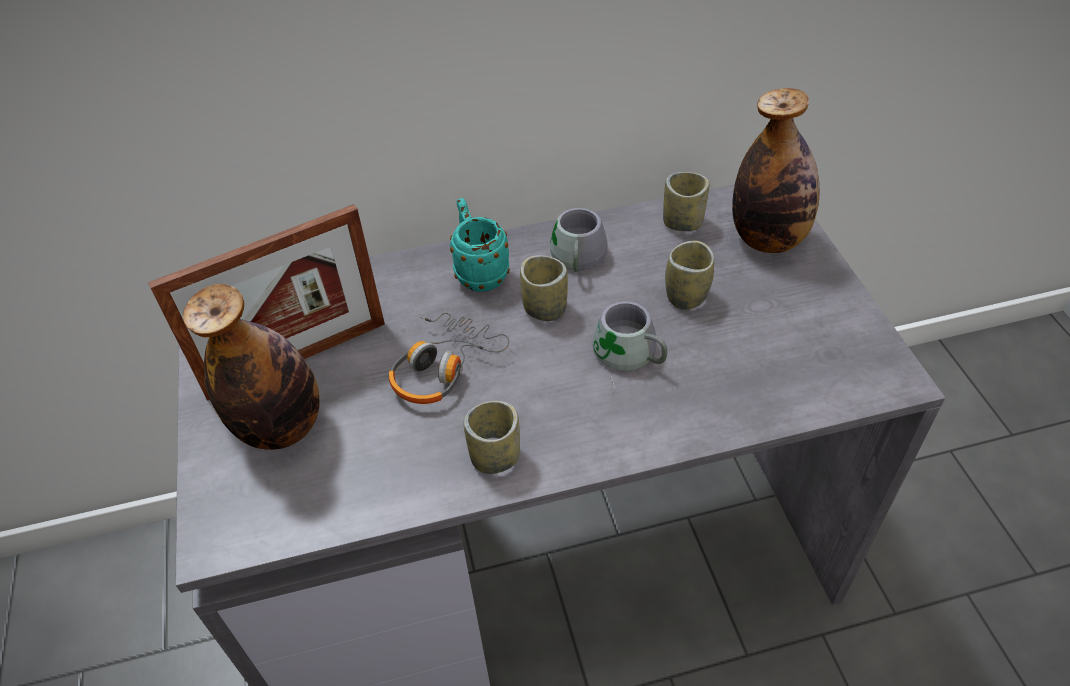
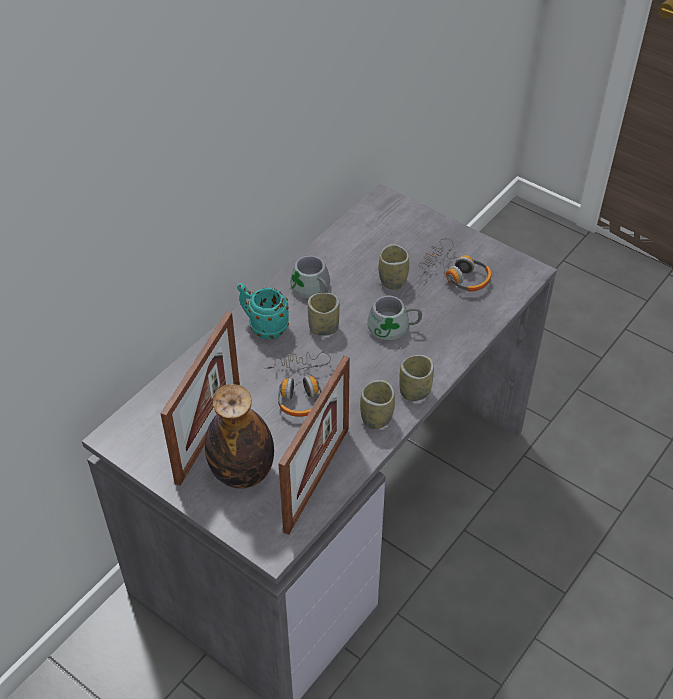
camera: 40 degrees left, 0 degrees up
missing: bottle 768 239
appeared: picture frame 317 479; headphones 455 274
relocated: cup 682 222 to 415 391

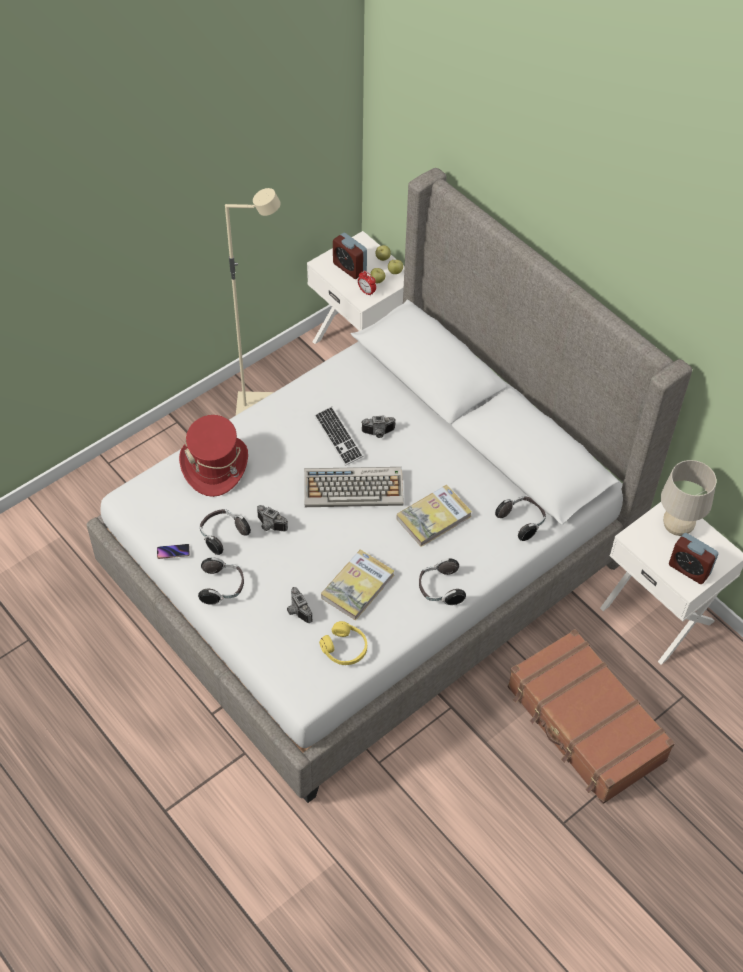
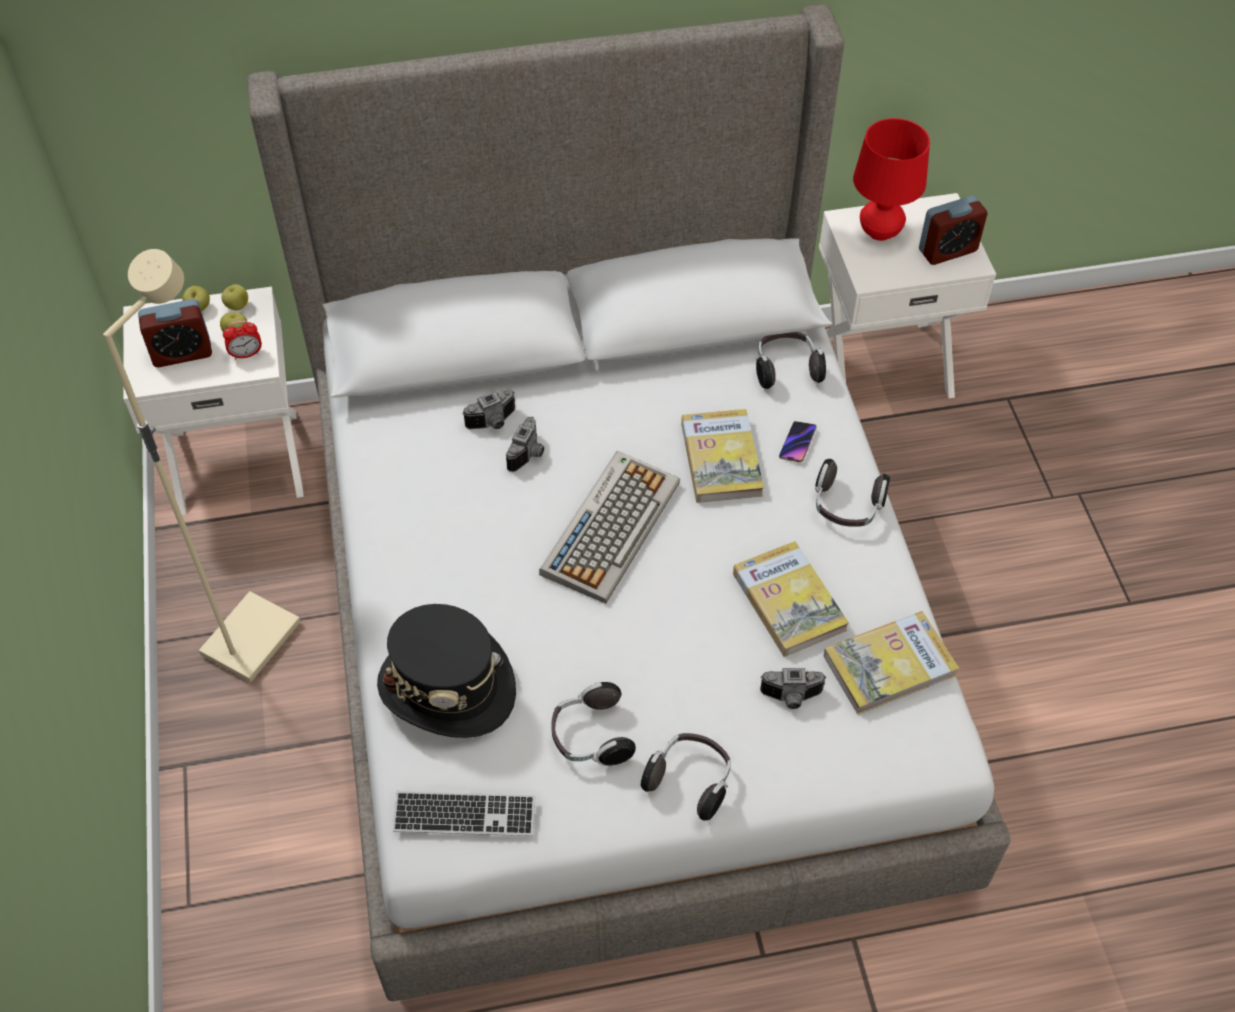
camera: 60 degrees left, 0 degrees up
missing: brown suitcase 585 725
relocated: phone 173 552 to 797 443; photo camera 269 526 to 493 423; keyboard 338 437 to 465 815
exchanged: yellow headphones 345 648 to book 889 665
colour: red hat 215 465 to black hat 447 687; beige table lamp 676 528 to red table lamp 879 232

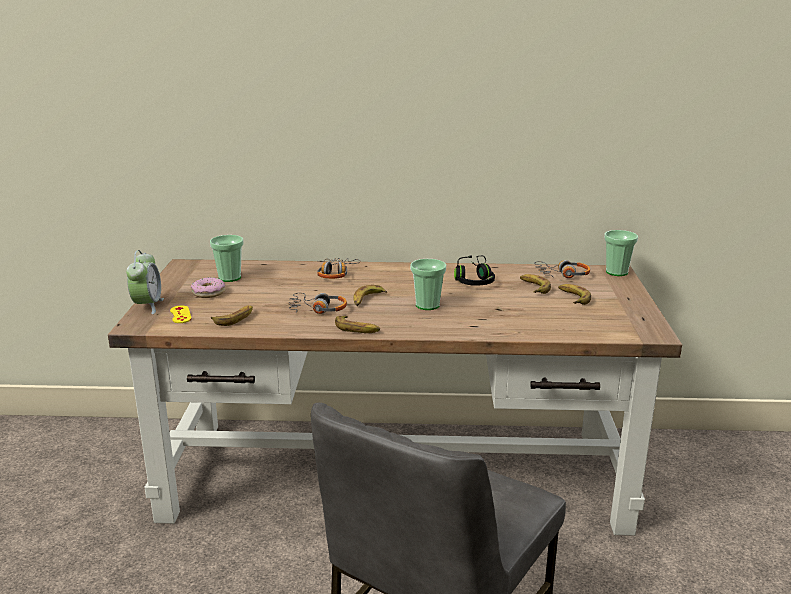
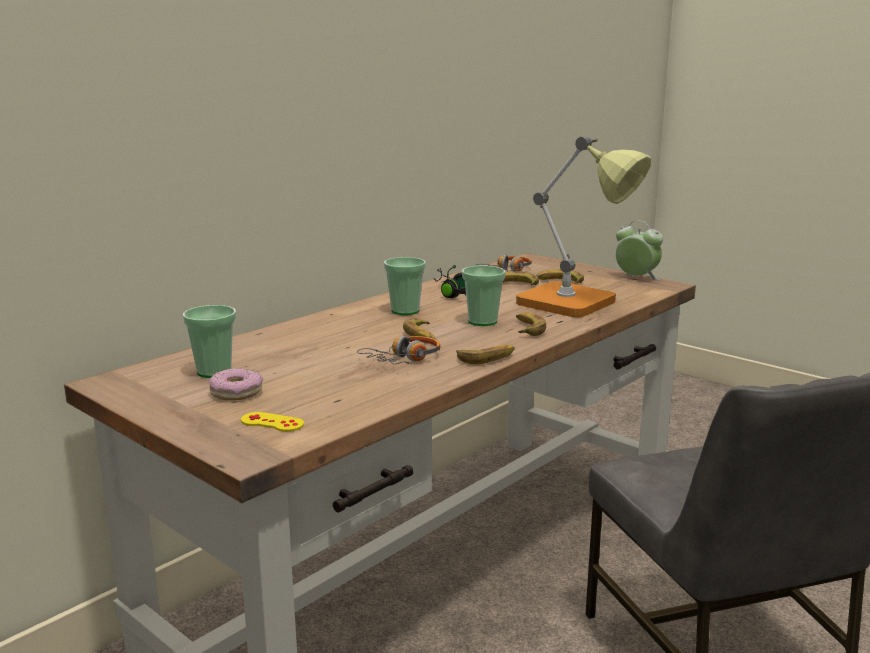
camera: 50 degrees left, 5 degrees down
missing: headphones 335 274
appeared: table lamp 577 304
relocated: alarm clock 147 306 to 636 278; banana 234 318 to 527 328; cup 616 272 to 405 311

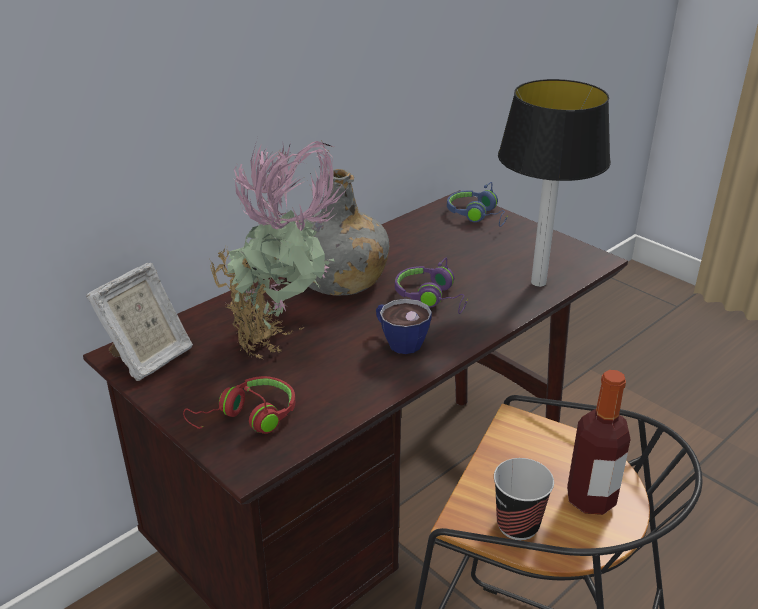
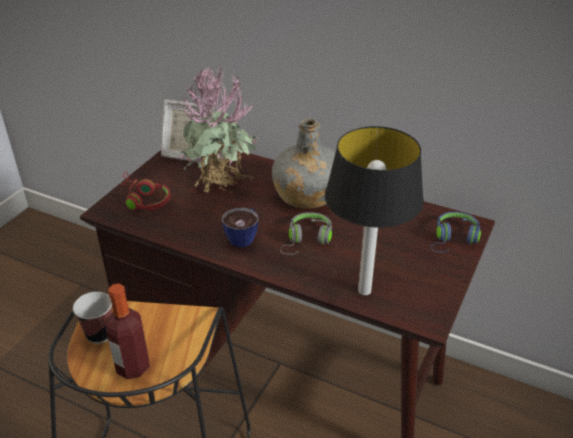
camera: 70 degrees right, 5 degrees up
colour: purple headphones 432 298 to grey headphones 307 240

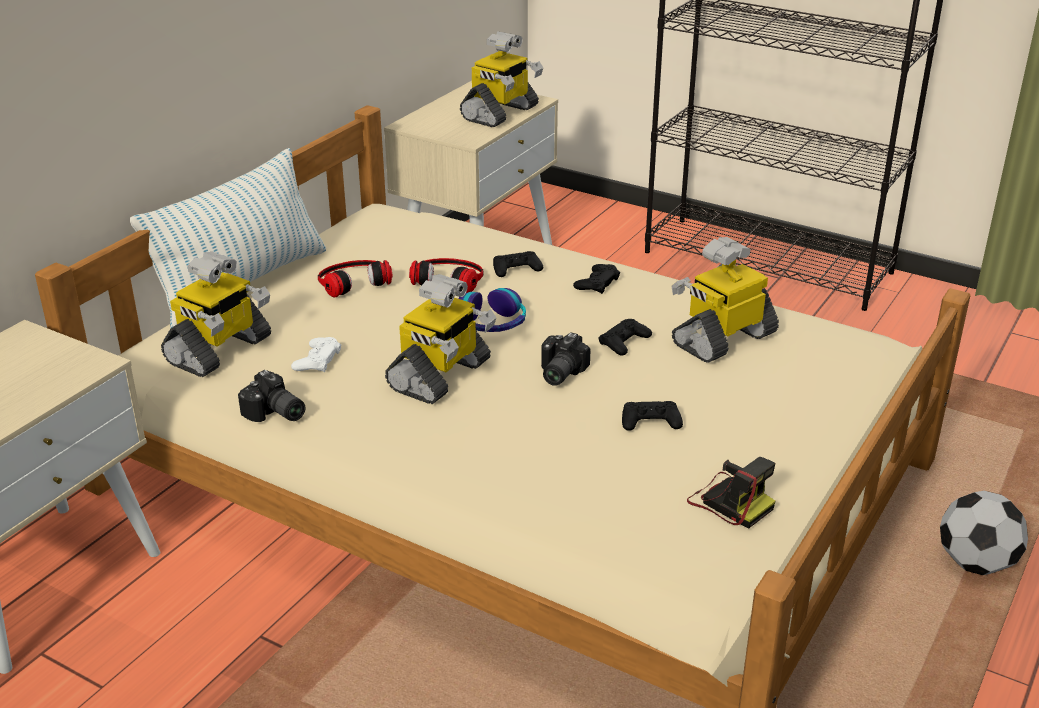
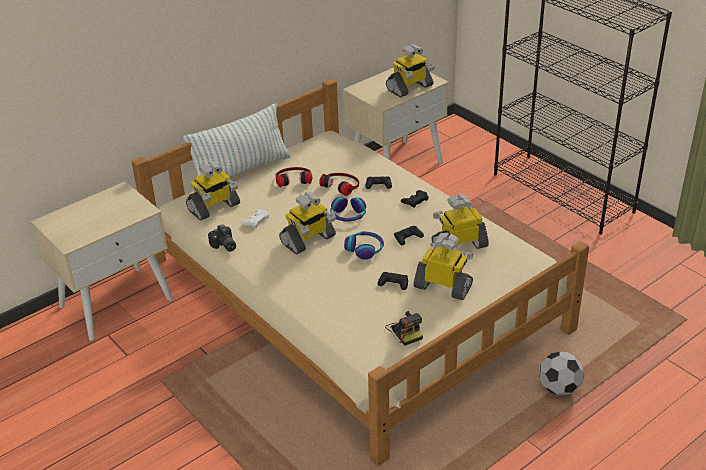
camera: 20 degrees right, 5 degrees up
appeared: toy robot 444 286
exchanged: photo camera 558 373 to headphones 365 249

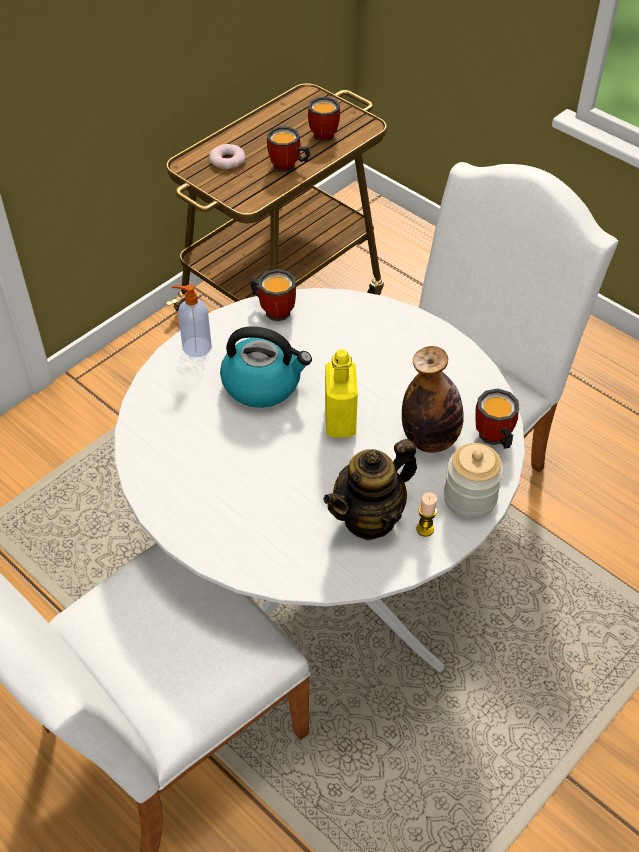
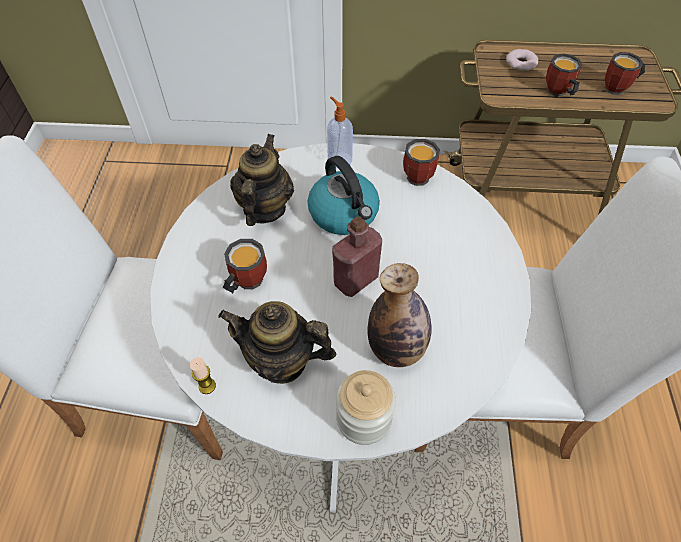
camera: 50 degrees right, 5 degrees up
appeared: teapot 264 209
relocated: candle 425 529 to 207 386; mug 492 439 to 245 282
colour: yellow bottle 340 421 to red bottle 355 280

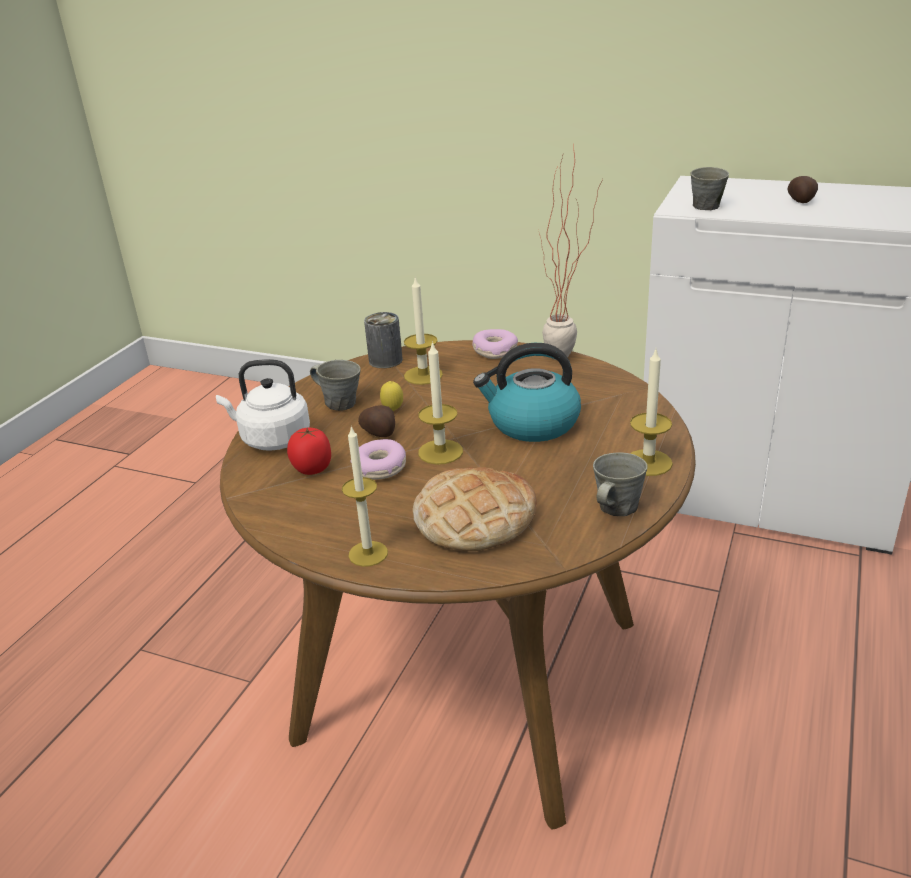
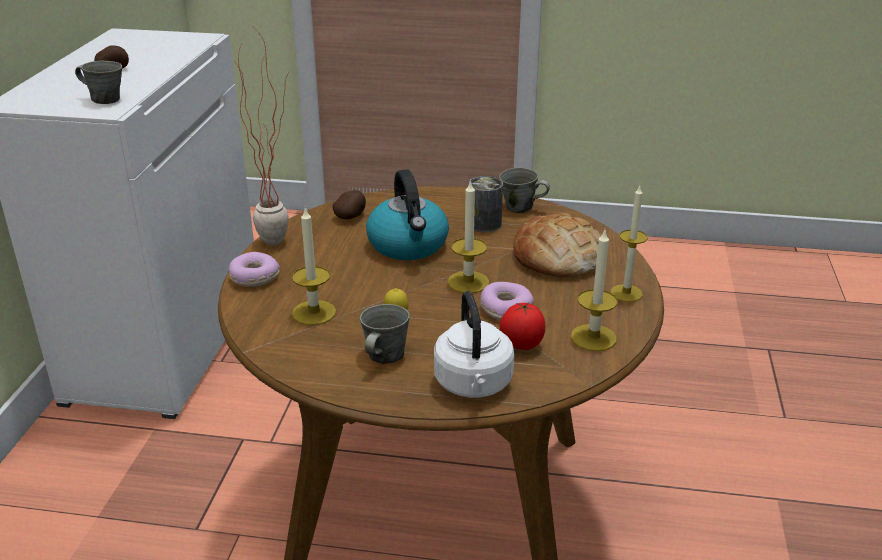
camera: 105 degrees left, 0 degrees up
relocated: potato 380 433 to 351 217; can 385 360 to 484 224; candle 648 462 to 593 337

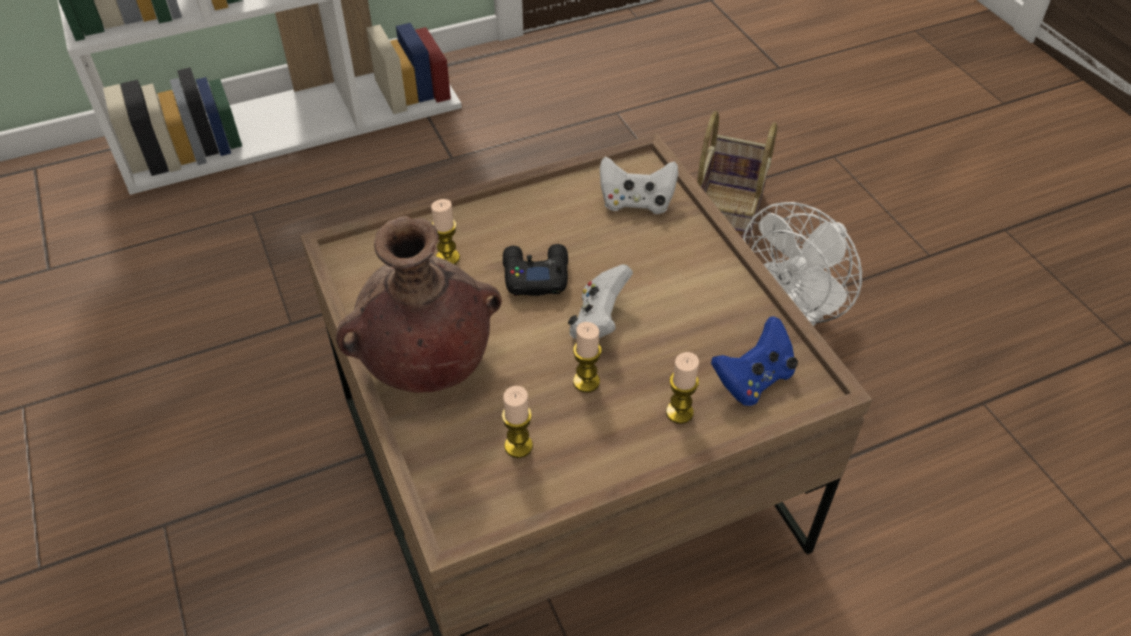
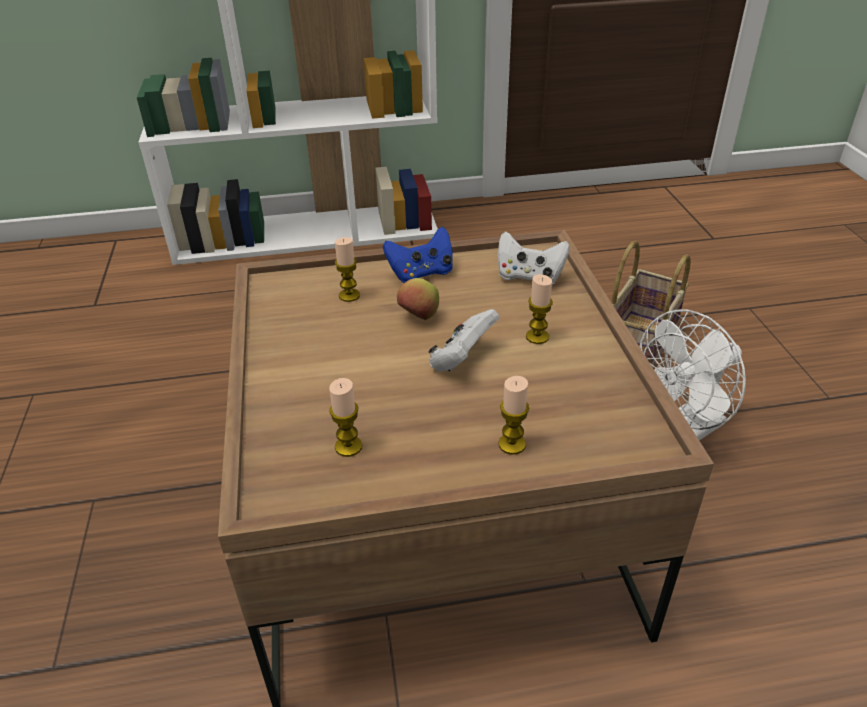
camera: 15 degrees right, 10 degrees down
missing: brown vase 426 366
relocated: candle 586 382 to 537 337; blue game controller 753 380 to 421 273
exchanged: black game controller 535 275 to apple 419 317

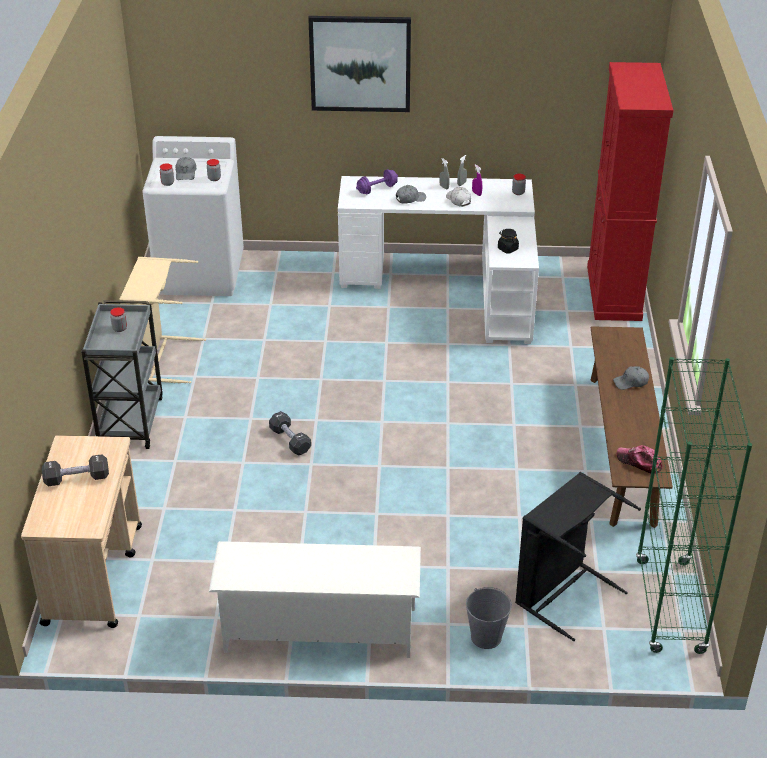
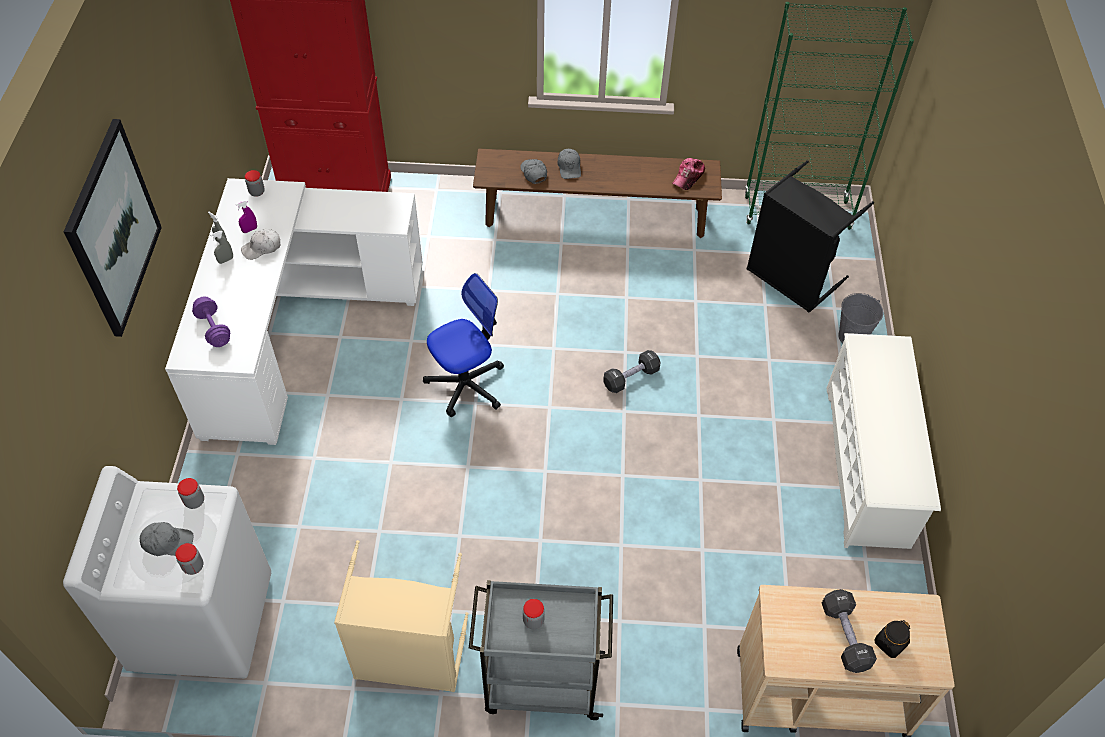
camera: 90 degrees left, 15 degrees up
appeared: office chair 466 384
relocated: black dumbbell 290 440 to 631 377; grey cap 410 199 to 533 173; black jar 507 249 to 890 643

